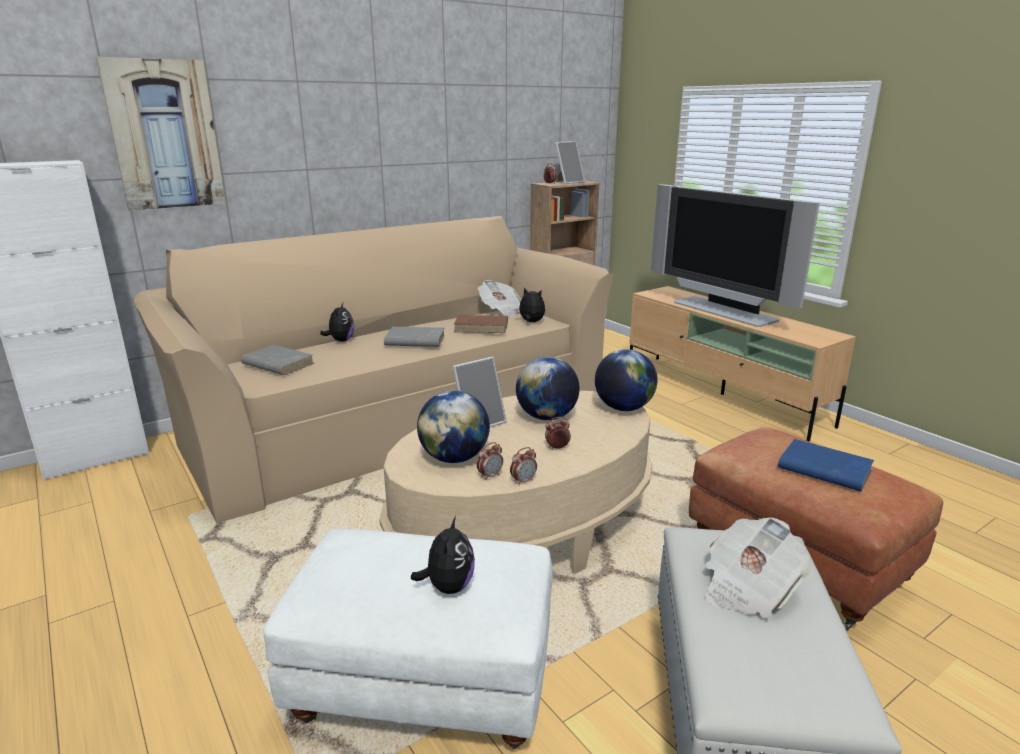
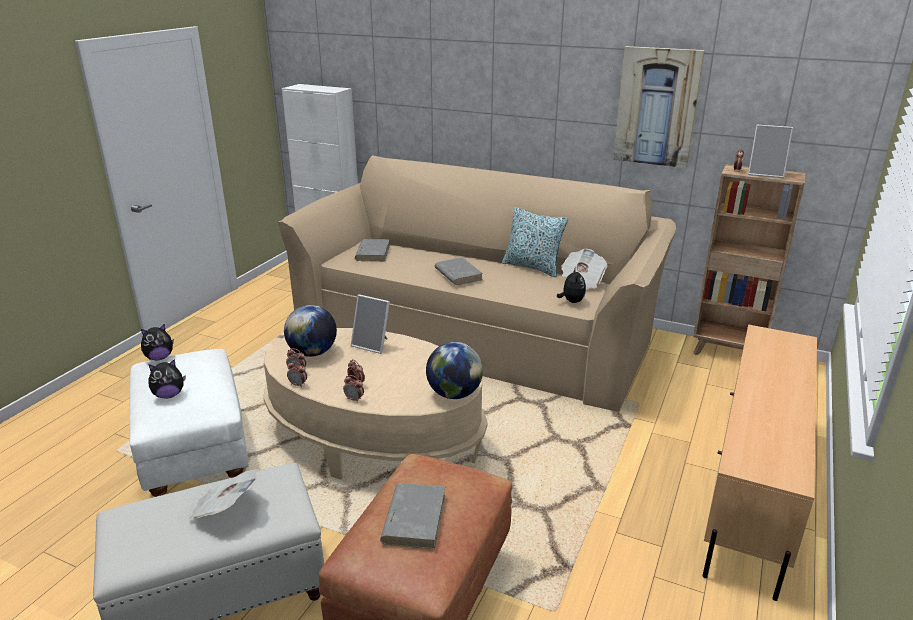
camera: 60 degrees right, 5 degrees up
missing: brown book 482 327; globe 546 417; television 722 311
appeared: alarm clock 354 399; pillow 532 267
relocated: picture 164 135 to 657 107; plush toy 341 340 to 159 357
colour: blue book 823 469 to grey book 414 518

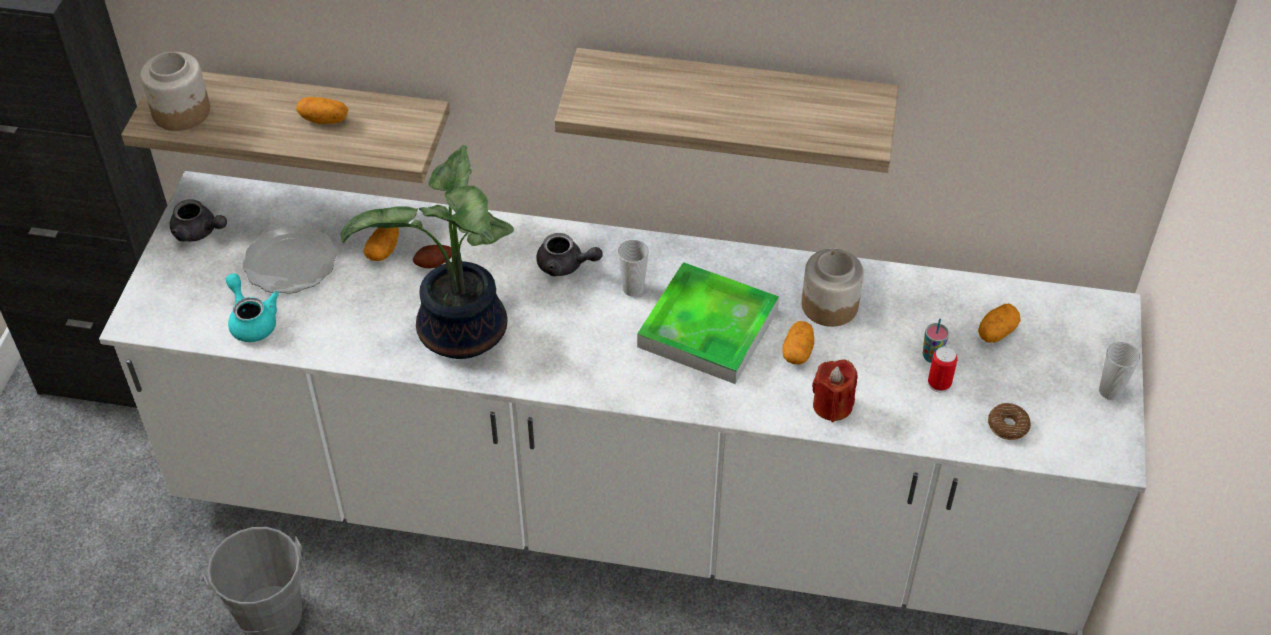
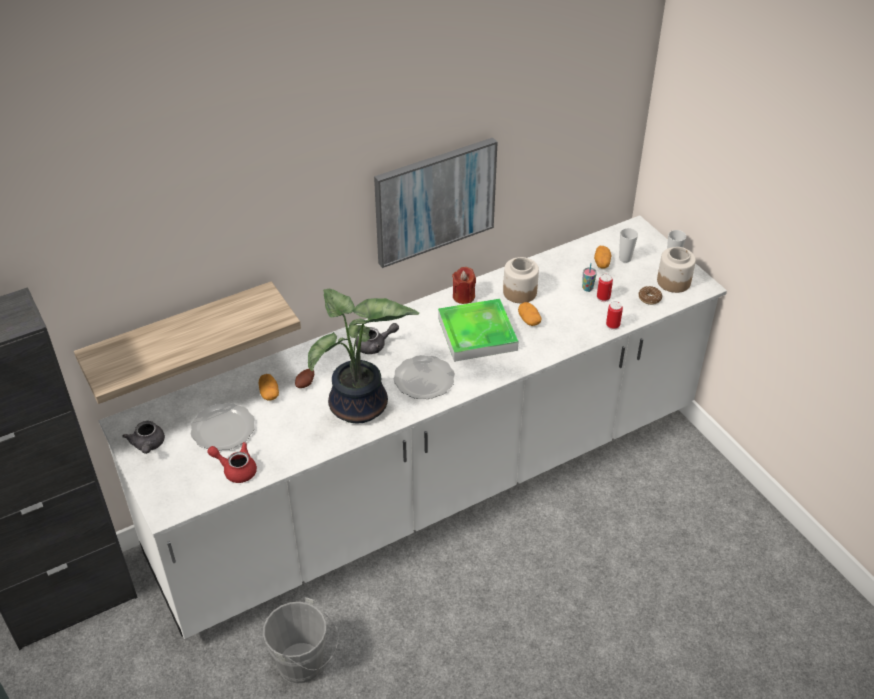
camera: 40 degrees left, 5 degrees down
missing: potato 324 119
appeared: plate 423 380; can 612 325
relocated: jar 182 112 to 674 281; cup 633 288 to 625 258; red candle 832 405 to 463 296
exchanged: shelf 733 101 to picture 434 201
colour: turquoise teapot 252 321 to red teapot 236 470
spun: grey teapot 199 232 = 148 445 90 degrees clockwise

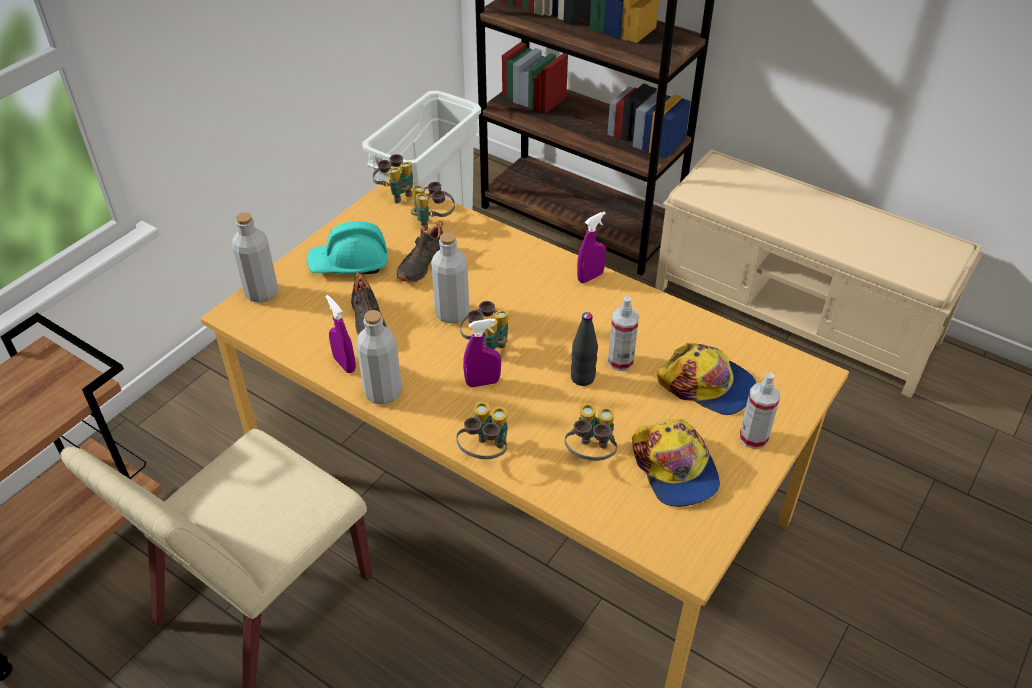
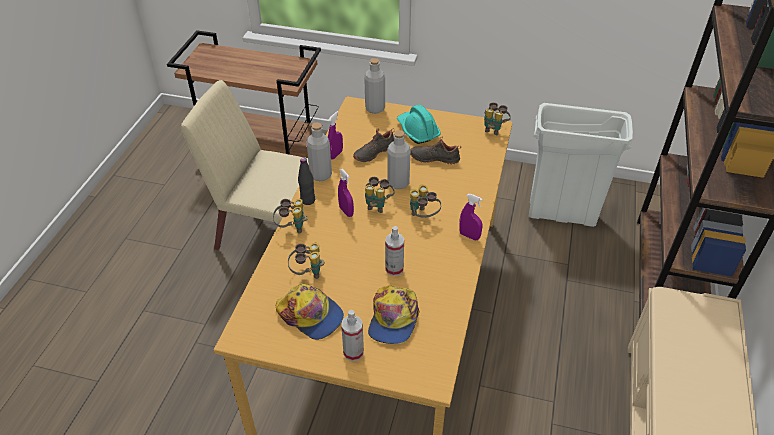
camera: 70 degrees right, 0 degrees up
relocated: binoculars 433 222 to 423 216; black bottle 582 378 to 308 200
spun: cap 674 468 = 311 315 105 degrees counterclockwise

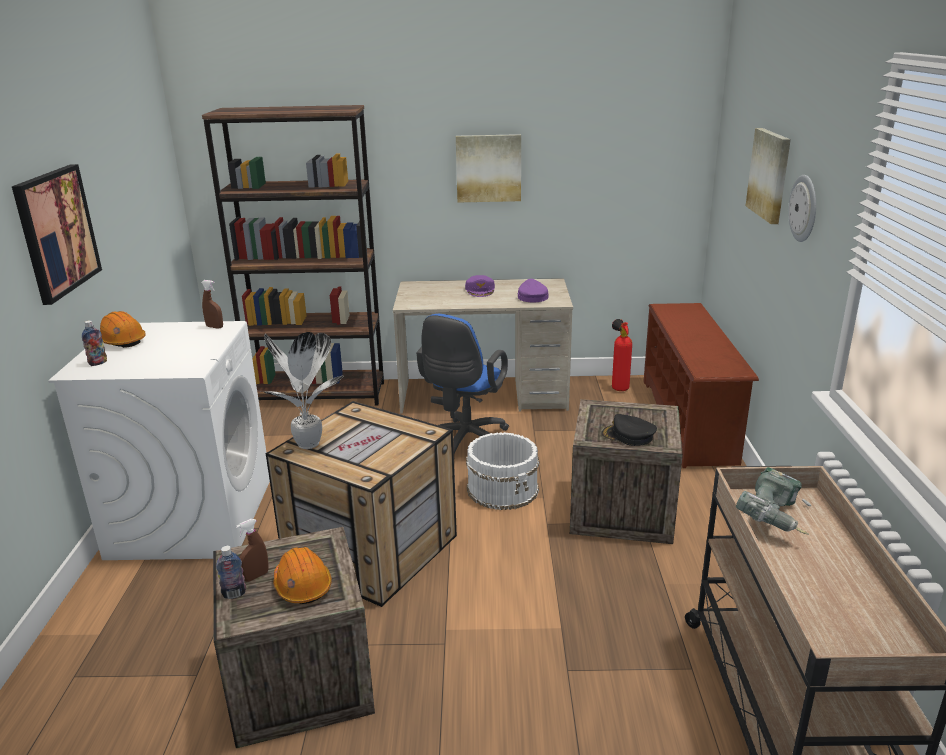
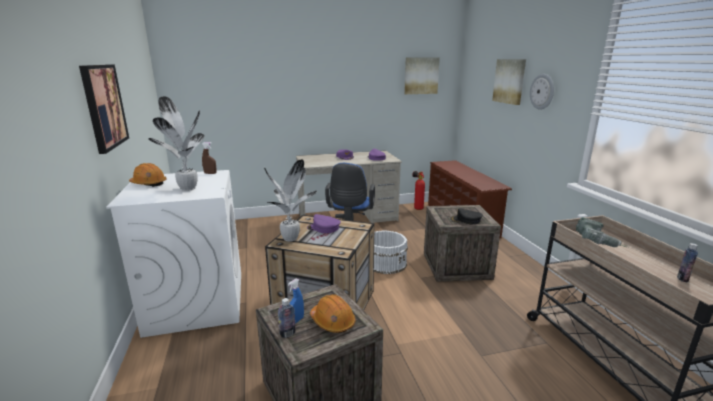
camera: 15 degrees left, 5 degrees down
missing: brown bookcase 318 394
appeared: potted plant 187 188; purple cap 323 228
relocated: bottle 98 363 to 682 278; picture 488 168 to 421 75
colour: brown spray bottle 256 576 to blue spray bottle 296 320

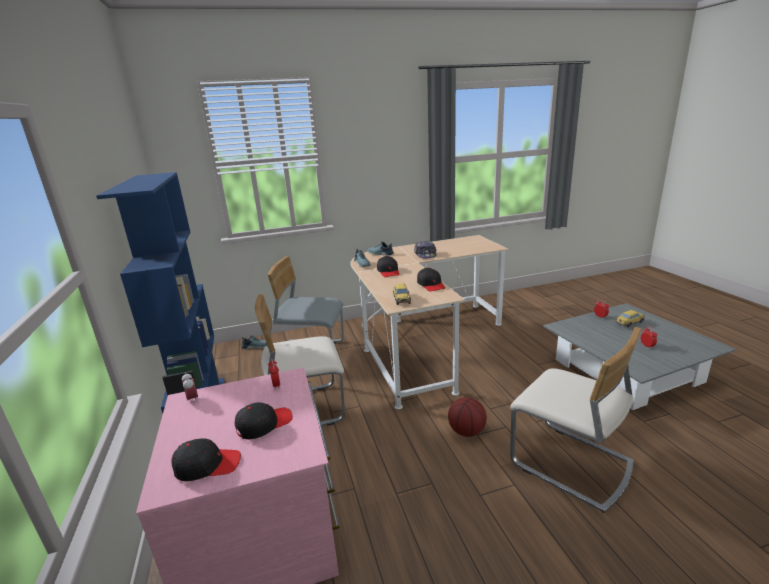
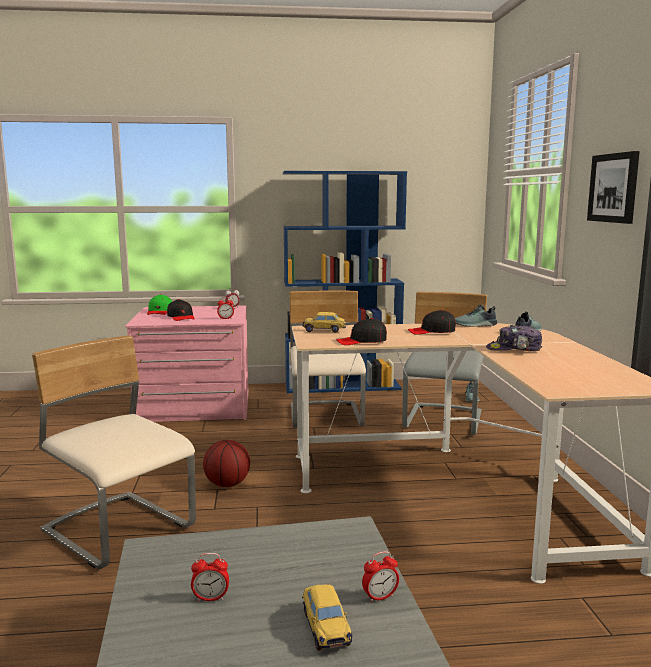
camera: 100 degrees right, 10 degrees down
appeared: picture 614 188
colour: black cap 207 465 to green cap 159 312
spun: beige chair 570 464 = 120 530 75 degrees clockwise

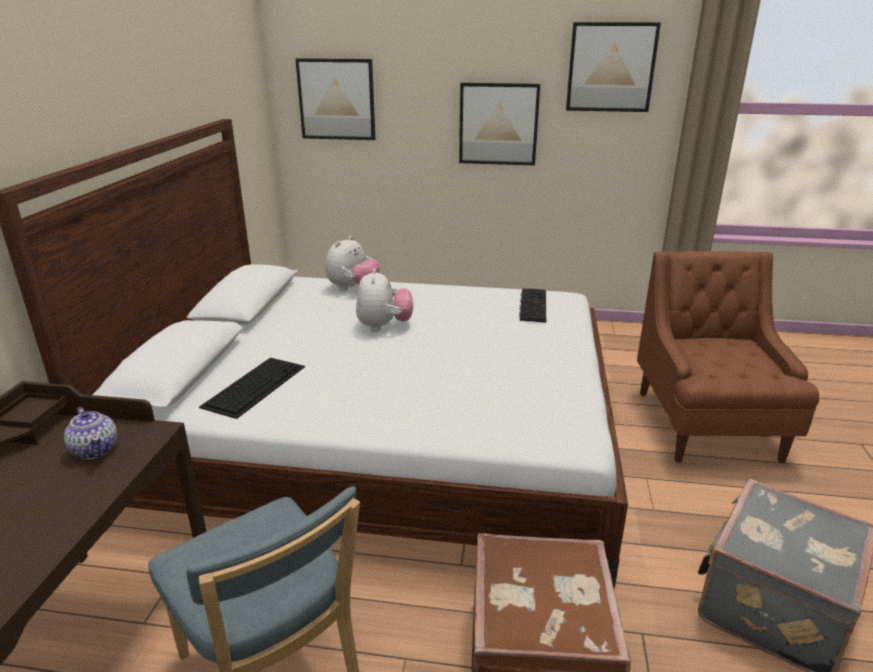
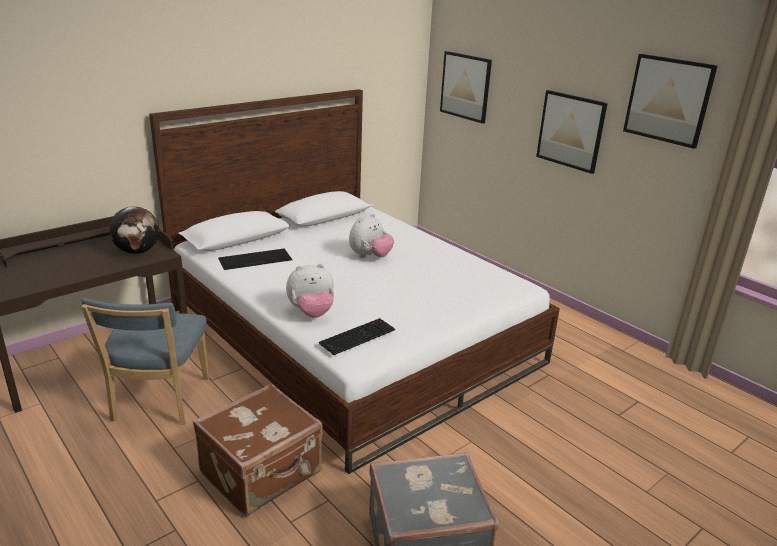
camera: 40 degrees right, 0 degrees up
missing: brown armchair 707 426
relocated: plush toy 353 288 to 311 313; keyboard 532 305 to 357 336
exchanged: teapot 95 449 to globe 138 251

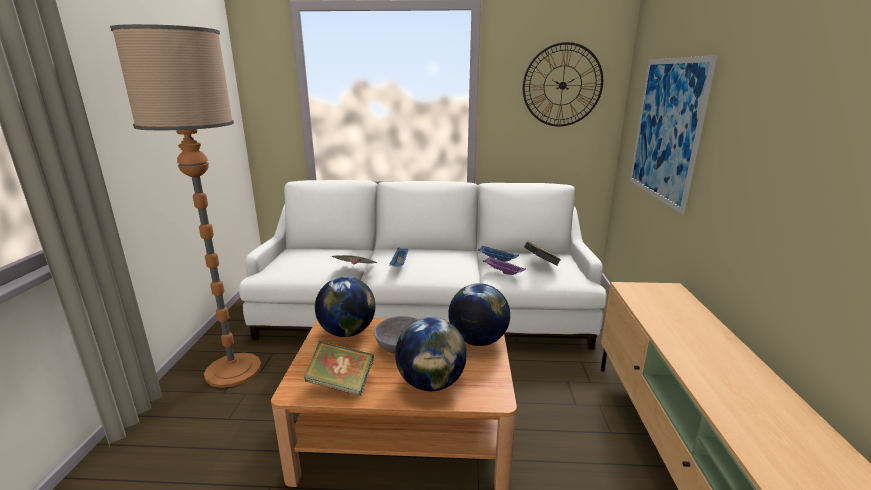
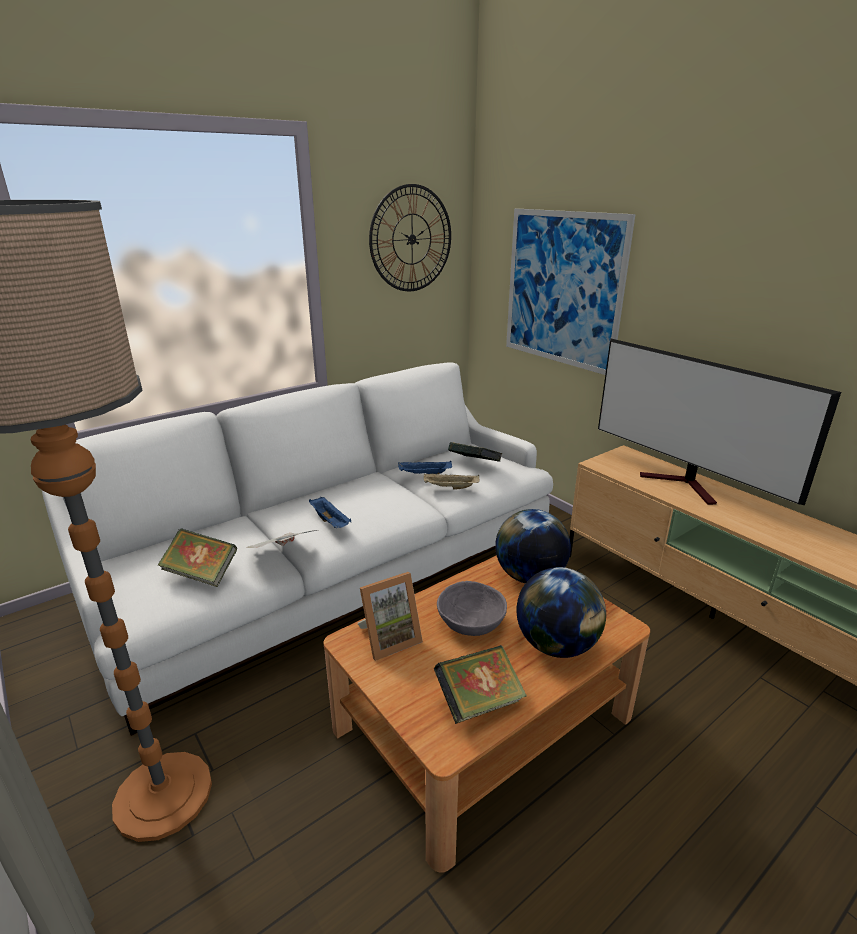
camera: 40 degrees left, 5 degrees up
appeared: book 201 574; television 685 486
exchanged: globe 347 332 to picture frame 389 639
colour: purple tray 502 272 to beige tray 450 488

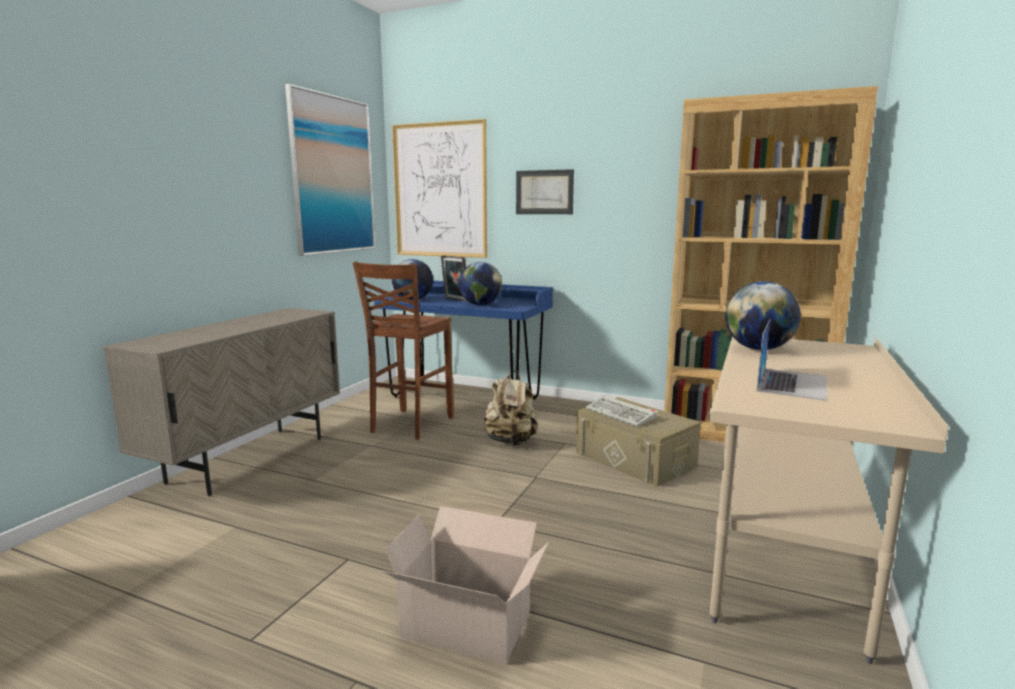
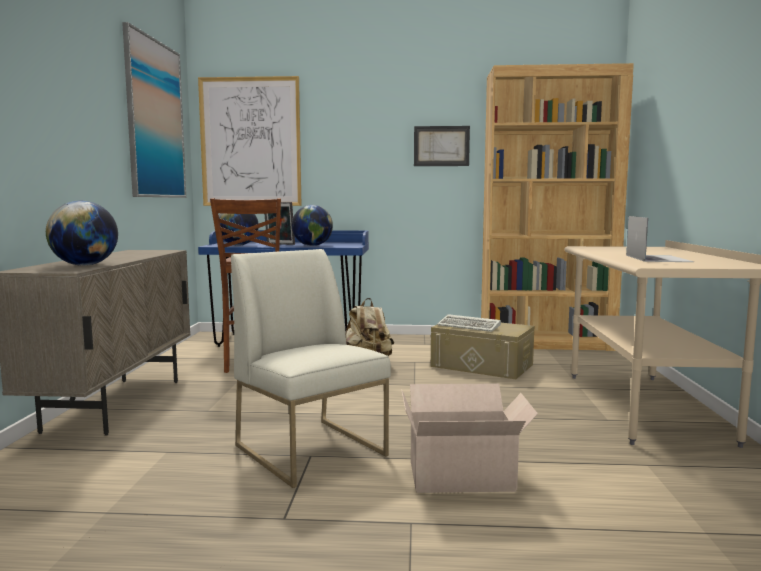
camera: 20 degrees left, 5 degrees down
appeared: white chair 312 450
relocated: picture 544 192 to 441 146; globe 758 349 to 85 265

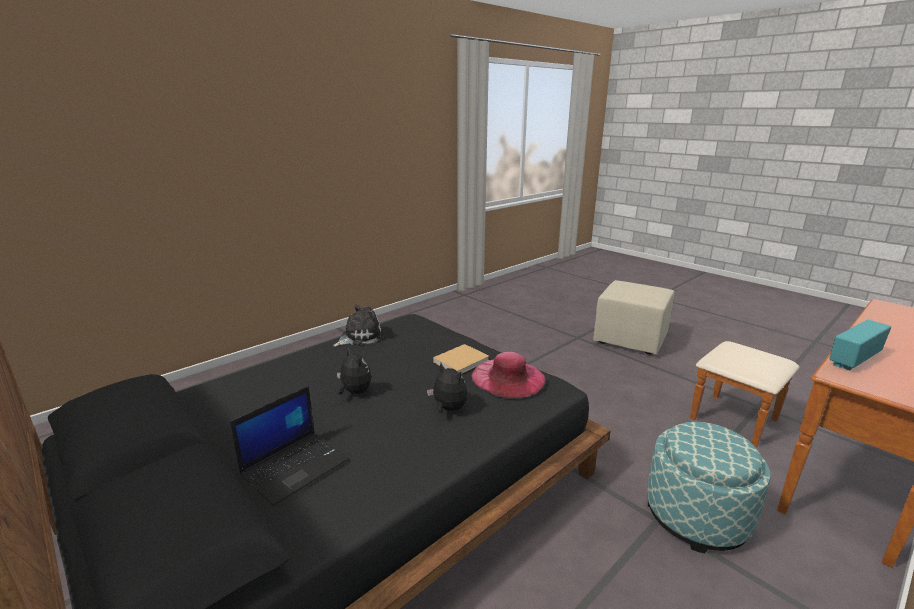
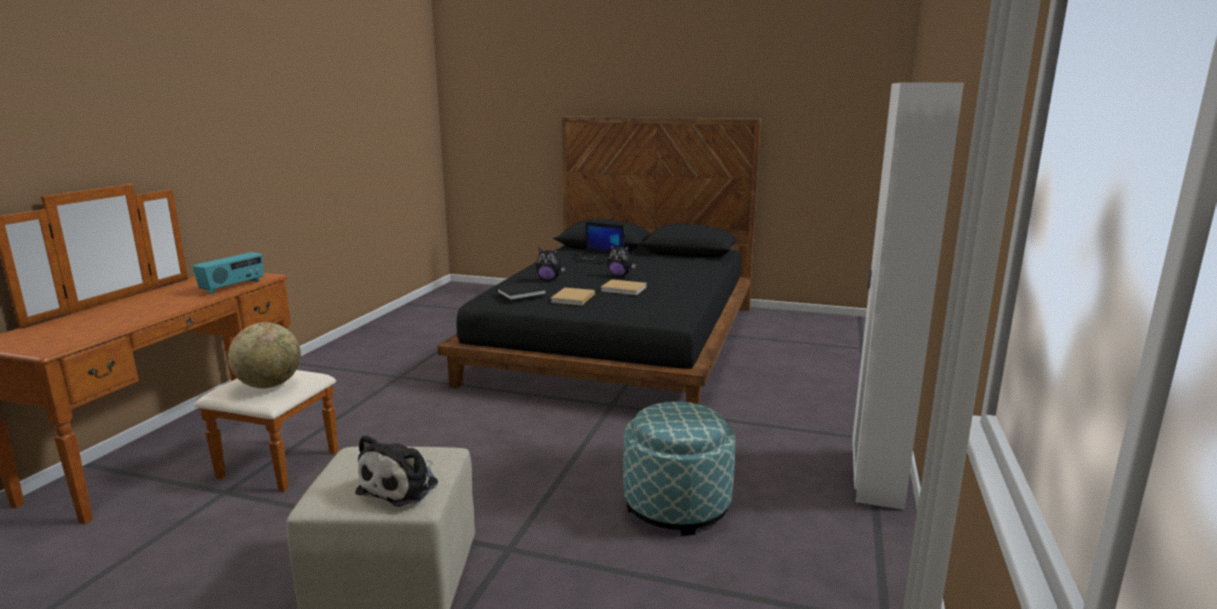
camera: 150 degrees right, 5 degrees down
appeared: globe 270 385; beige book 625 289; white wardrobe 875 477
relocated: plush toy 359 337 to 402 486; ottoman 696 516 to 677 505
exchanged: pink hat 508 377 to black book 523 293
spun: laptop 296 466 = 599 258 75 degrees counterclockwise

